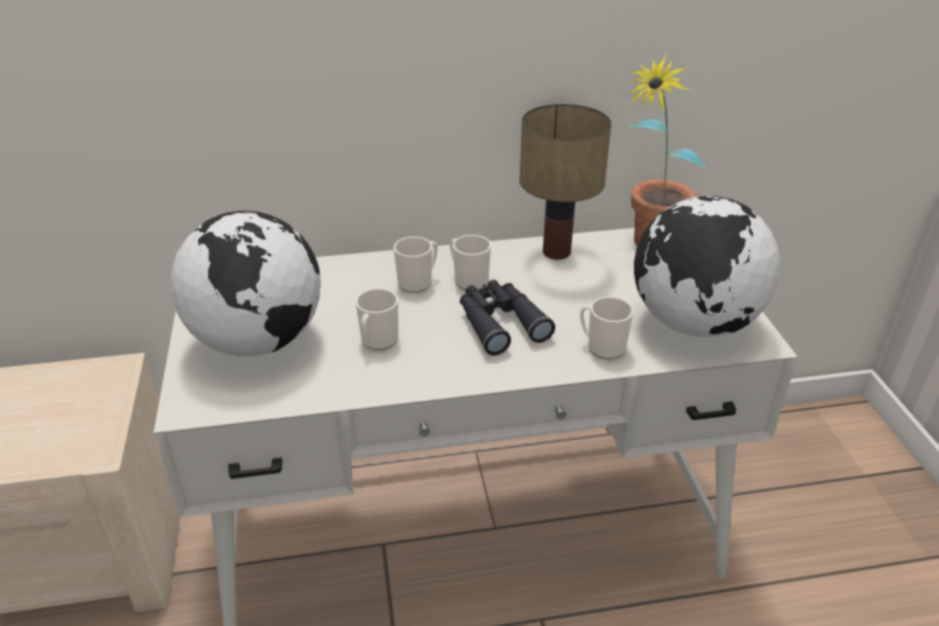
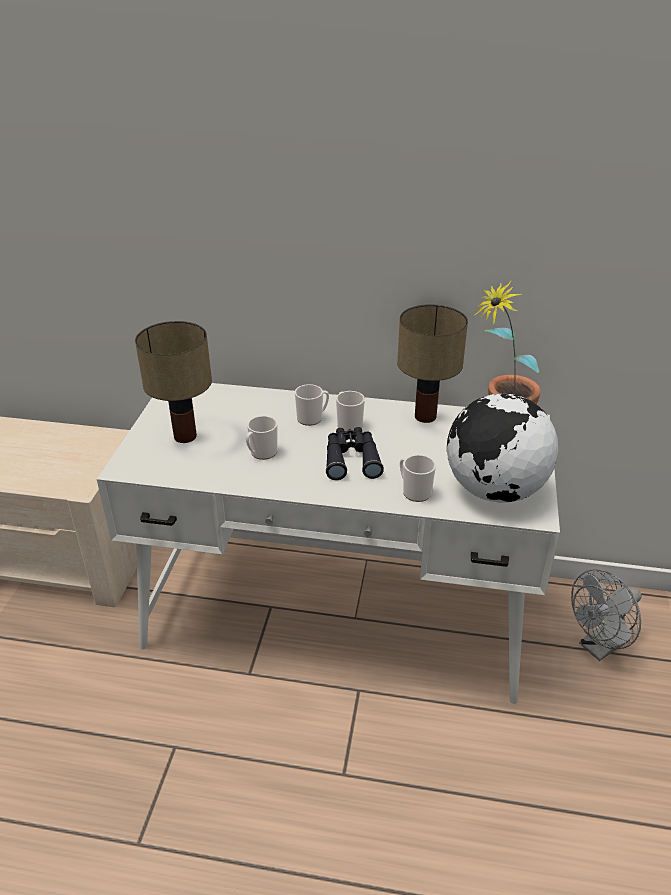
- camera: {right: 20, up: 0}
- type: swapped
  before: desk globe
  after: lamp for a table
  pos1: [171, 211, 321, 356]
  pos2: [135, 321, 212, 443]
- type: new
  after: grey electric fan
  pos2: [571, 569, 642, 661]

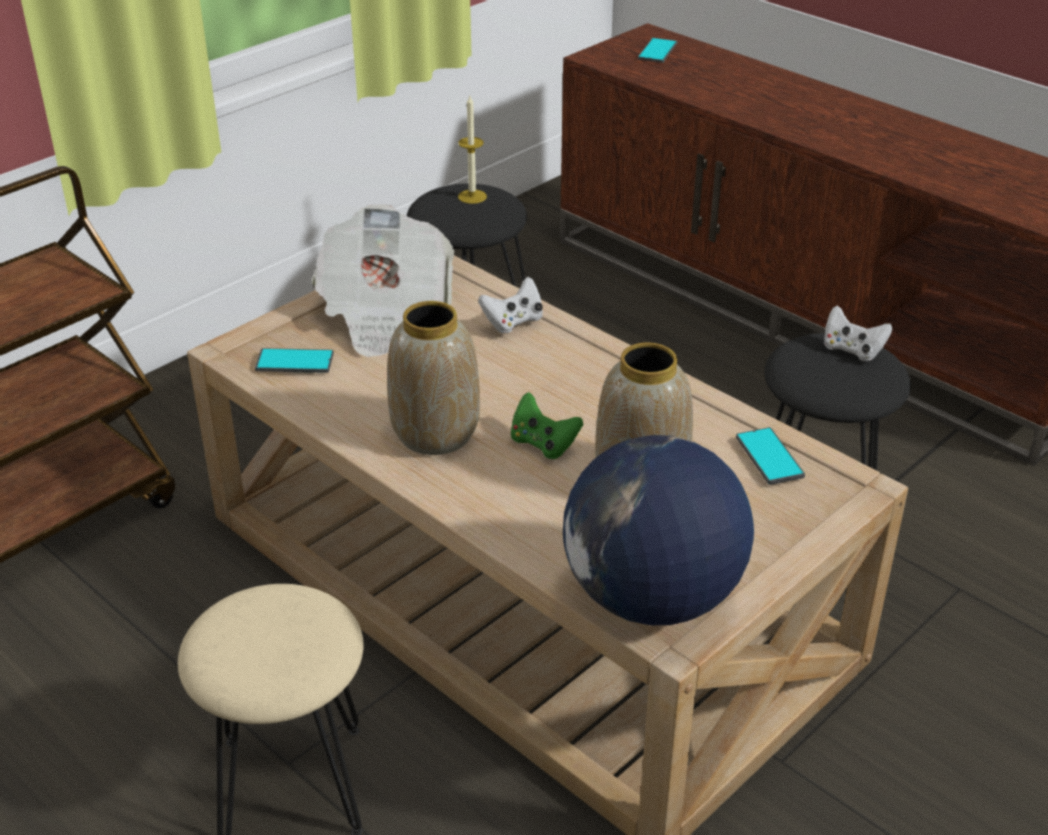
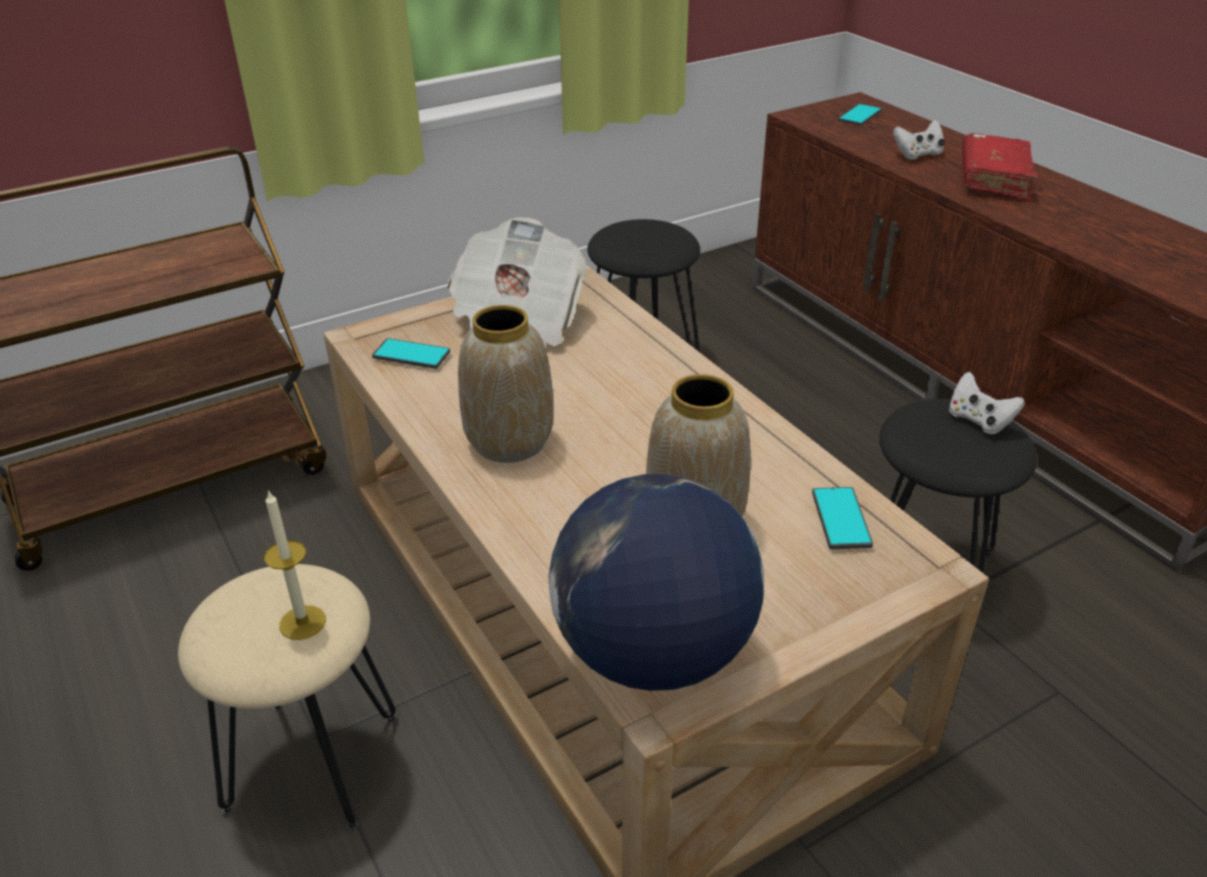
- camera: {right: 15, up: 0}
- type: shifted
  before: wax light
  pos1: [458, 96, 487, 204]
  pos2: [264, 490, 326, 640]
- type: shifted
  before: white game controller
  pos1: [478, 277, 543, 333]
  pos2: [893, 120, 945, 160]
- type: gone
  before: green-coloured game controller
  pos1: [511, 392, 583, 459]
- type: new
  after: red-coloured volume
  pos2: [962, 133, 1037, 200]

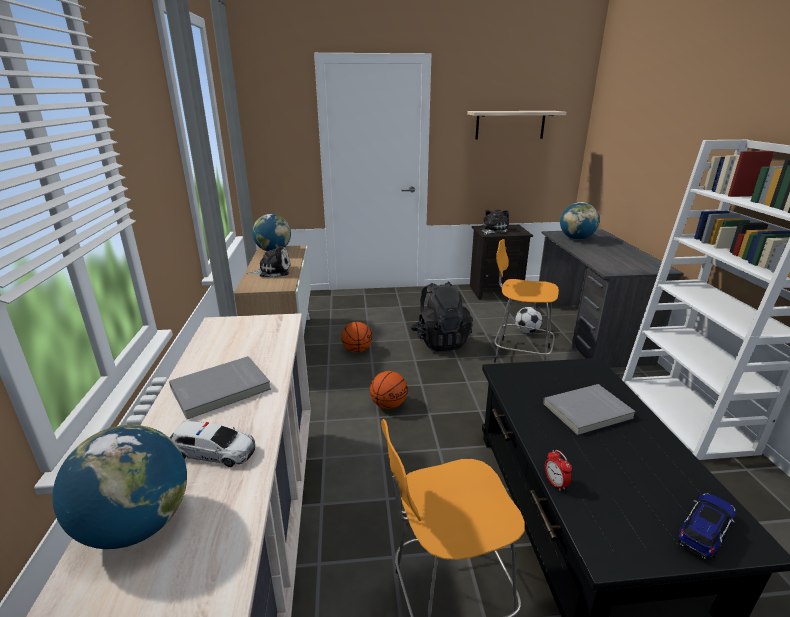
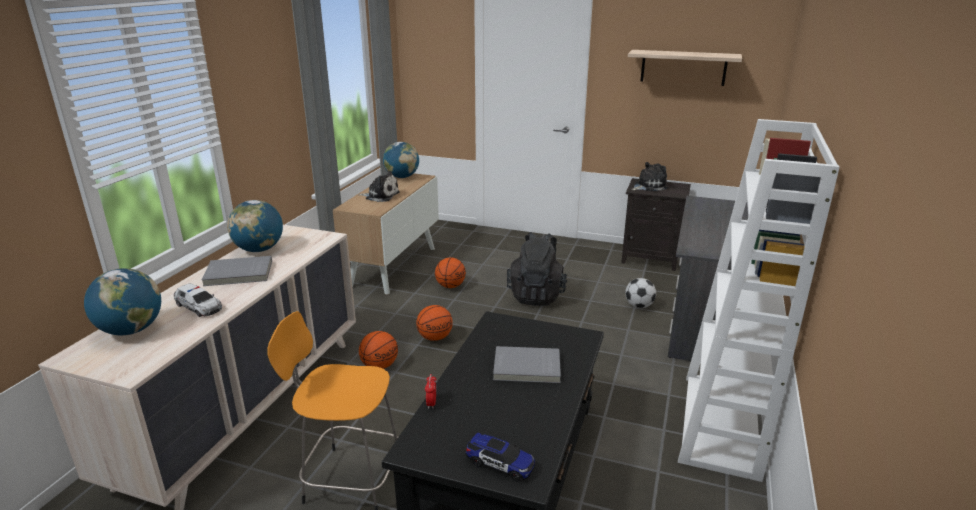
- camera: {right: 25, up: 0}
- type: gone
  before: orange-coloured sitting stool
  pos1: [494, 239, 559, 363]
- type: shifted
  before: desk globe
  pos1: [560, 202, 600, 240]
  pos2: [227, 200, 283, 252]
- type: rotated
  before: model car
  pos1: [678, 493, 736, 559]
  pos2: [466, 433, 535, 482]
  turn: 45
- type: new
  after: basketball ball
  pos2: [359, 331, 398, 369]

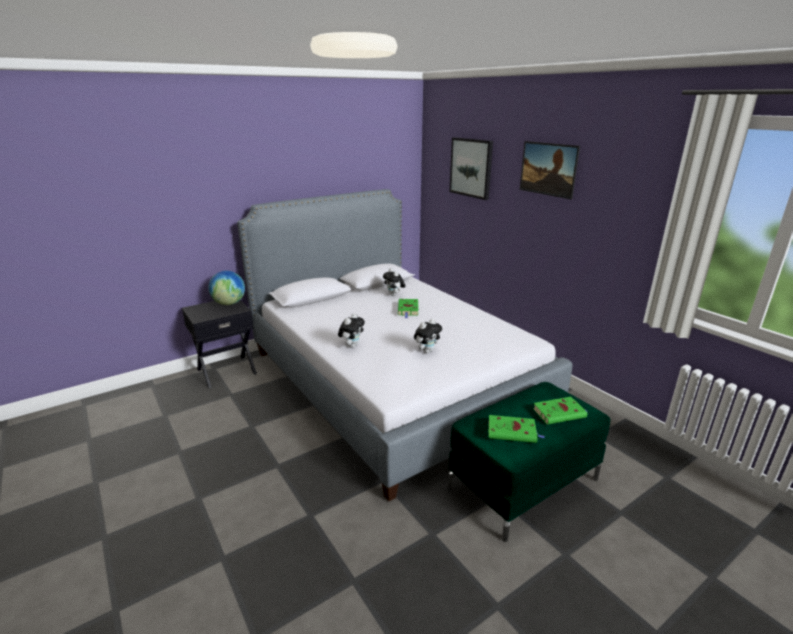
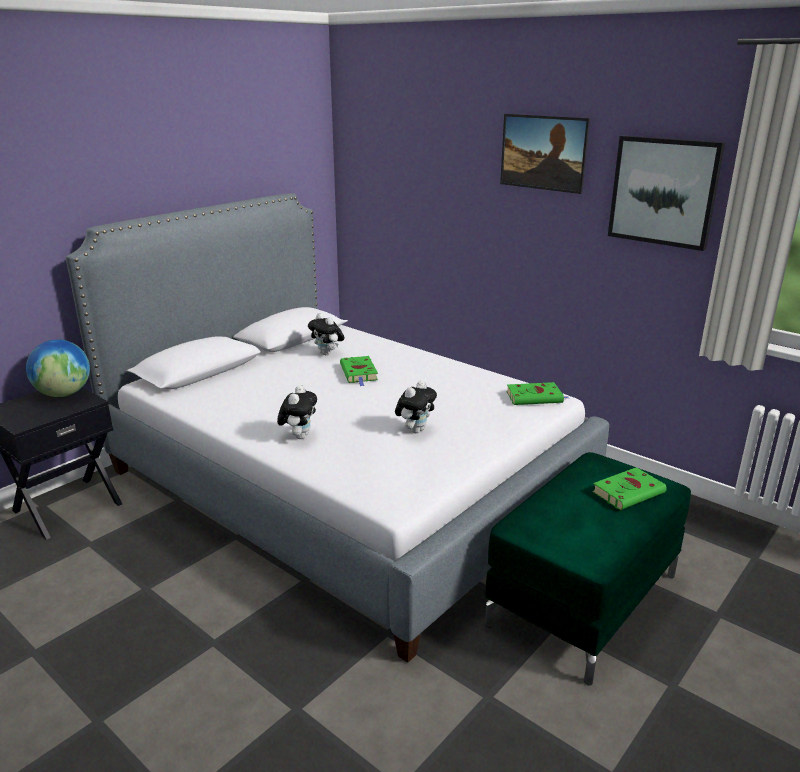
- camera: {right: -15, up: 0}
- type: shifted
  before: wall picture
  pos1: [449, 137, 493, 200]
  pos2: [608, 136, 725, 251]
- type: shifted
  before: green-coloured volume
  pos1: [488, 415, 545, 443]
  pos2: [507, 382, 568, 405]

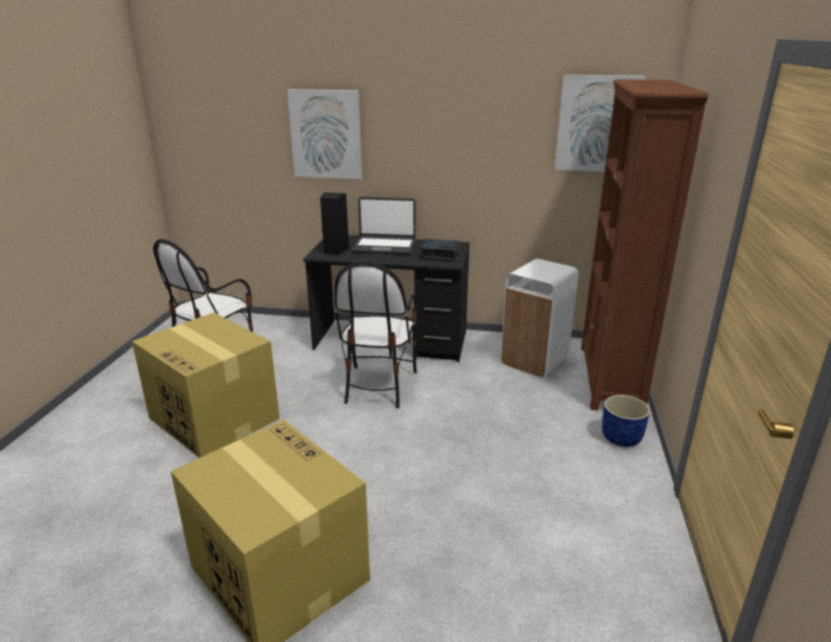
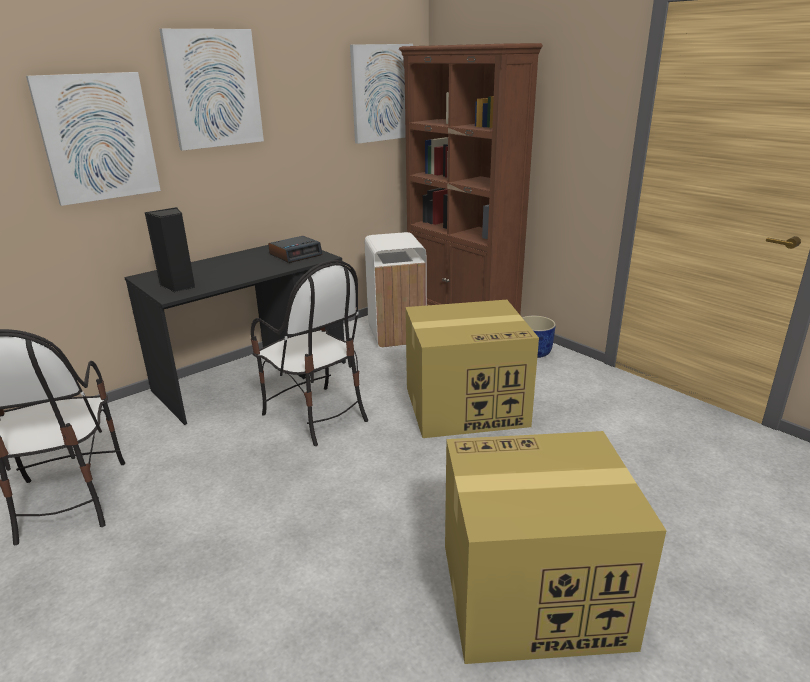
- camera: {right: -50, up: 0}
- type: shifted
  before: packing box
  pos1: [132, 313, 280, 458]
  pos2: [405, 300, 539, 438]
- type: gone
  before: portable computer
  pos1: [352, 197, 416, 255]
- type: new
  after: wall picture
  pos2: [160, 29, 264, 151]

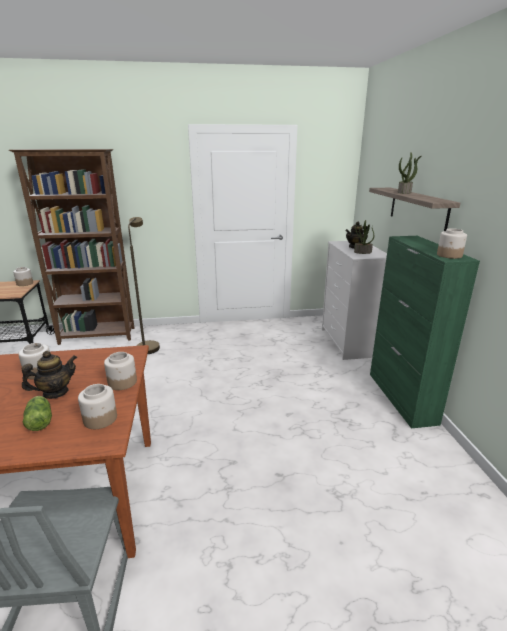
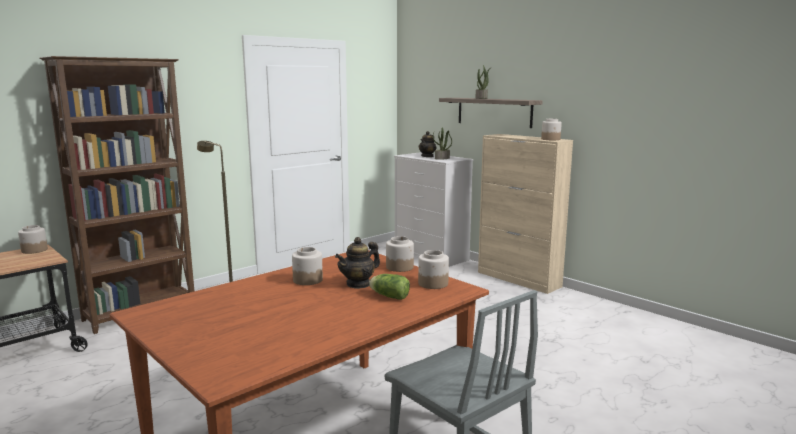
- camera: {right: -35, up: -10}
- type: rotated
  before: teapot
  pos1: [22, 351, 77, 399]
  pos2: [335, 237, 380, 289]
  turn: -150
- type: repainted
  before: green-coloured cabinet
  after: sand-coloured cabinet
  pos1: [370, 236, 480, 429]
  pos2: [478, 134, 573, 294]

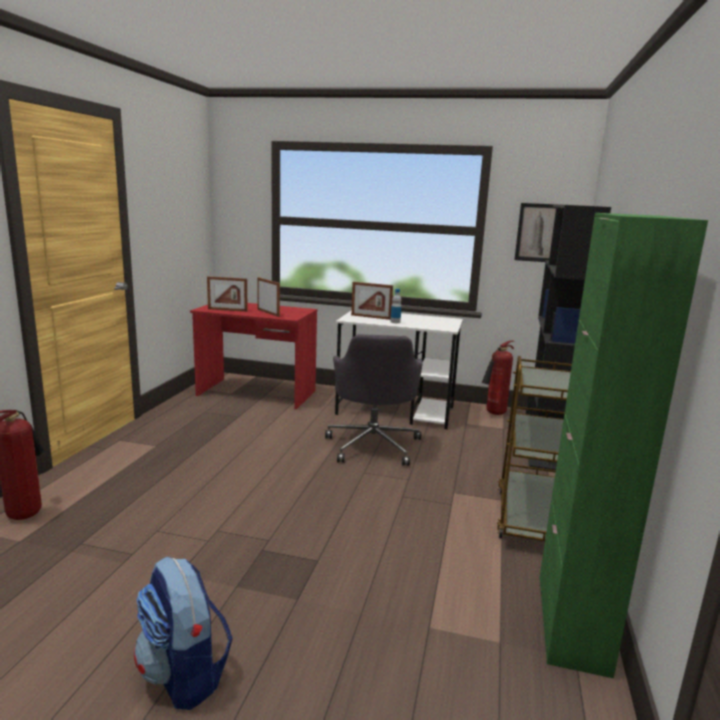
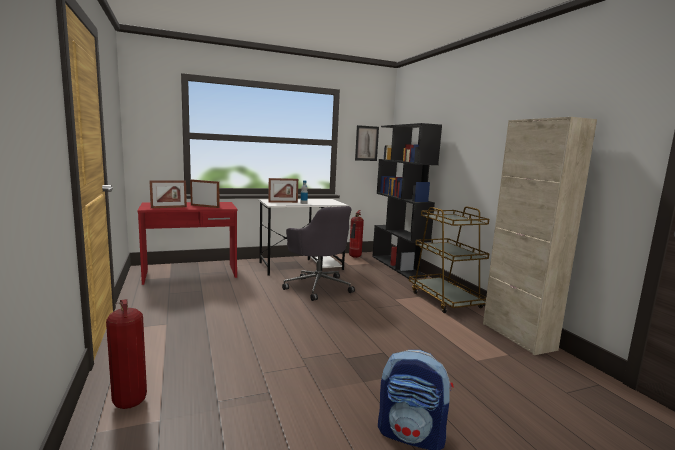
- camera: {right: -35, up: -5}
- type: repainted
  before: green-coloured cabinet
  after: sand-coloured cabinet
  pos1: [539, 213, 708, 678]
  pos2: [483, 117, 597, 355]

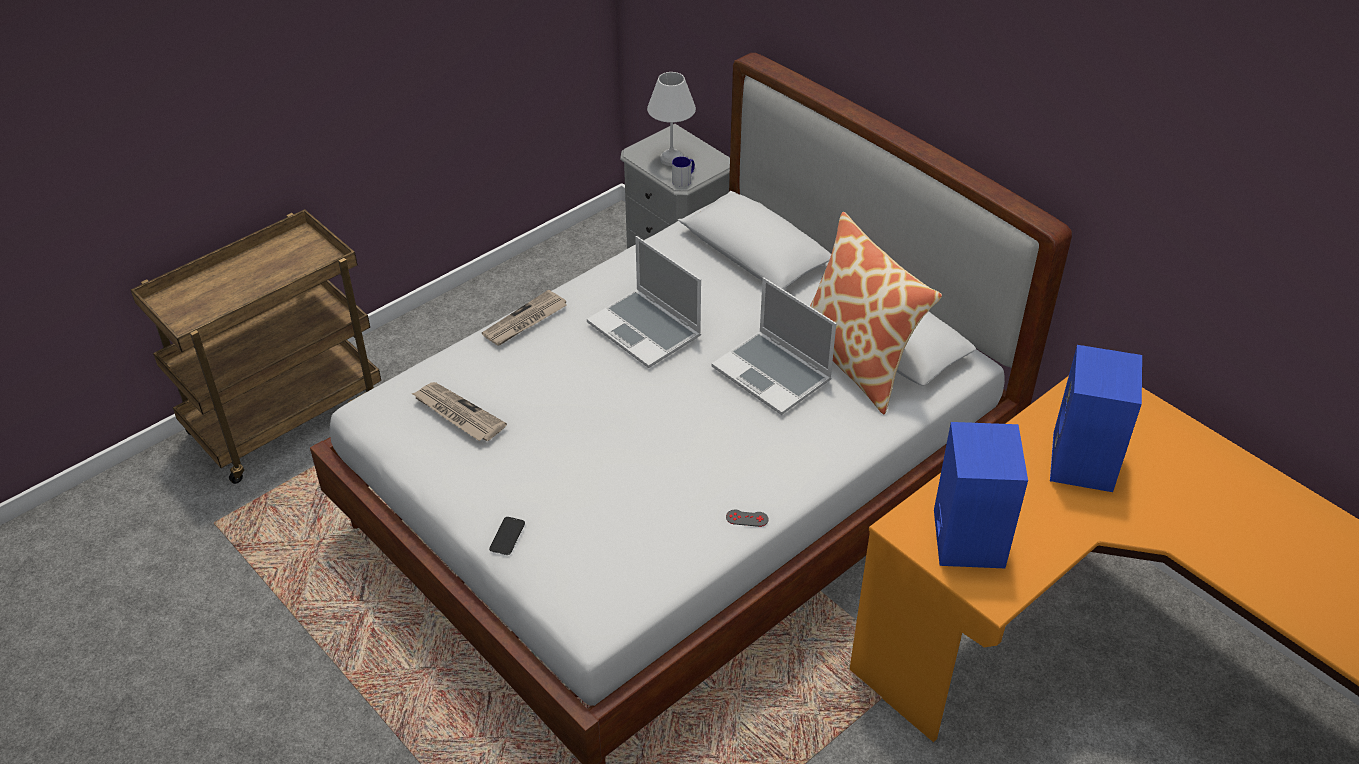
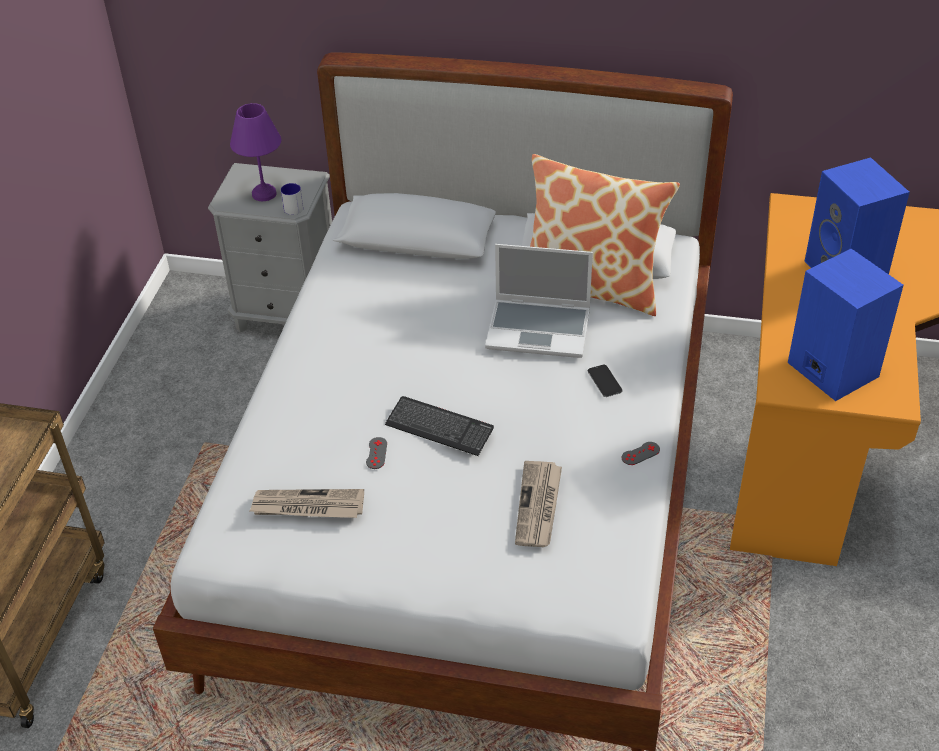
- camera: {right: -35, up: 0}
- type: shifted
  before: newspaper
  pos1: [482, 290, 567, 346]
  pos2: [515, 461, 562, 547]
- type: shifted
  before: phone
  pos1: [489, 517, 525, 555]
  pos2: [588, 365, 623, 397]
- type: gone
  before: portable computer
  pos1: [587, 236, 701, 368]
- type: repainted
  before: white lamp for a table
  after: purple-coloured lamp for a table
  pos1: [647, 72, 696, 166]
  pos2: [230, 103, 281, 201]
- type: new
  after: grey game controller
  pos2: [366, 437, 387, 469]
- type: new
  after: PC keyboard
  pos2: [385, 396, 494, 456]

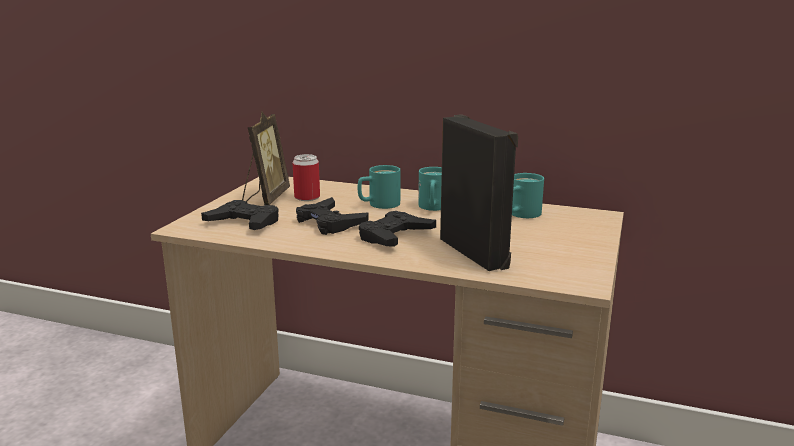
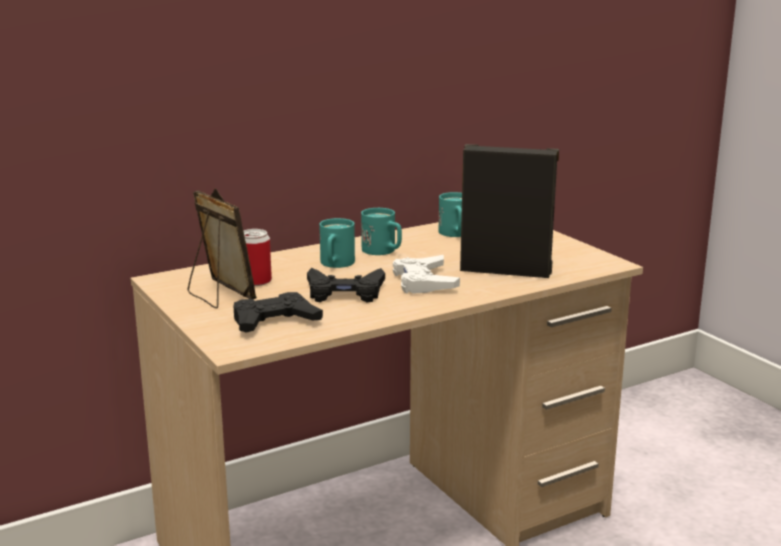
- camera: {right: -50, up: 0}
- type: repainted
  before: black game controller
  after: white game controller
  pos1: [359, 211, 436, 247]
  pos2: [393, 255, 460, 294]

